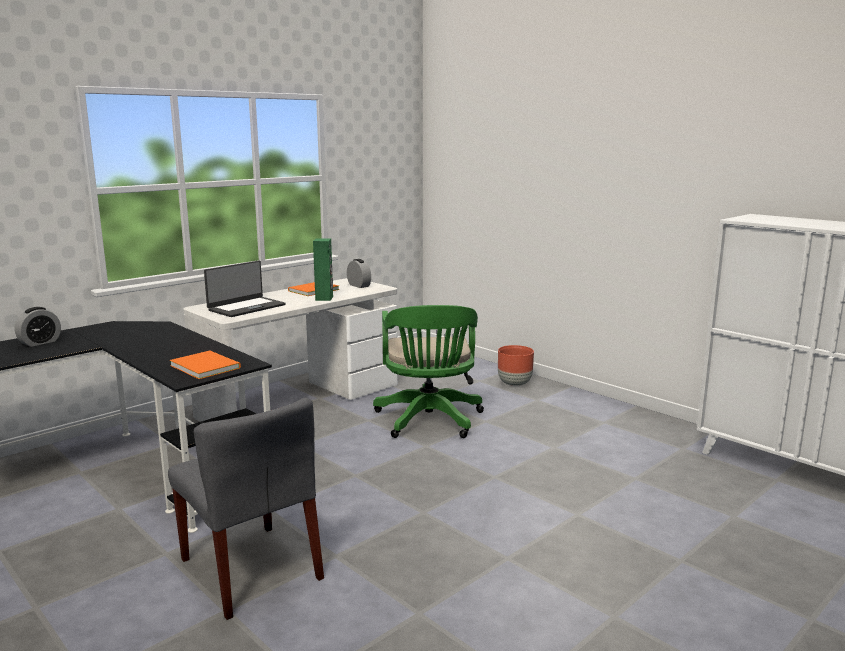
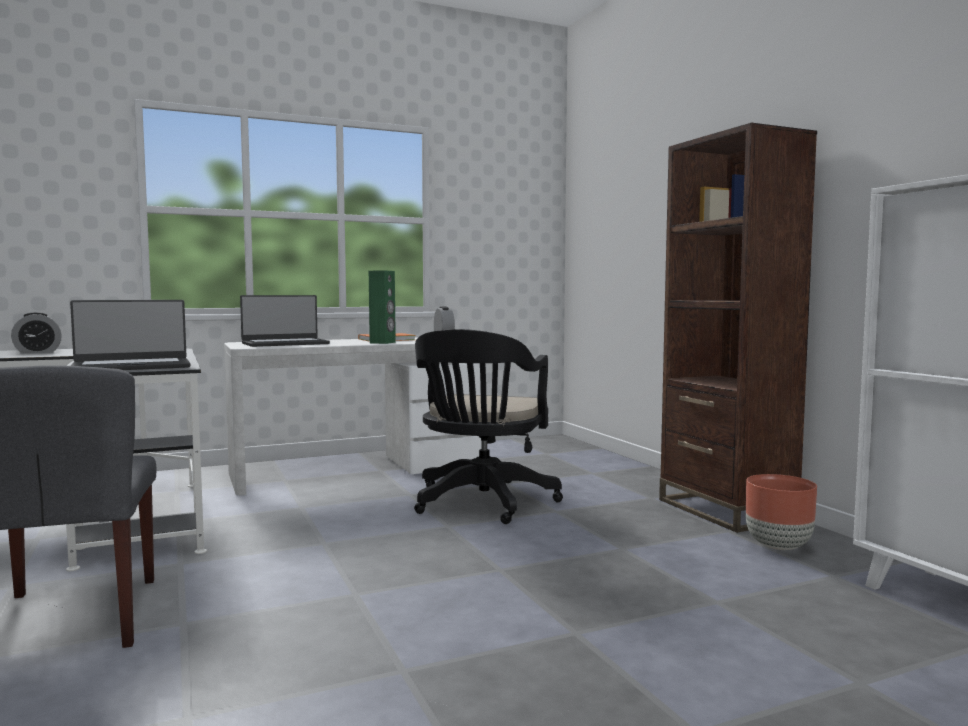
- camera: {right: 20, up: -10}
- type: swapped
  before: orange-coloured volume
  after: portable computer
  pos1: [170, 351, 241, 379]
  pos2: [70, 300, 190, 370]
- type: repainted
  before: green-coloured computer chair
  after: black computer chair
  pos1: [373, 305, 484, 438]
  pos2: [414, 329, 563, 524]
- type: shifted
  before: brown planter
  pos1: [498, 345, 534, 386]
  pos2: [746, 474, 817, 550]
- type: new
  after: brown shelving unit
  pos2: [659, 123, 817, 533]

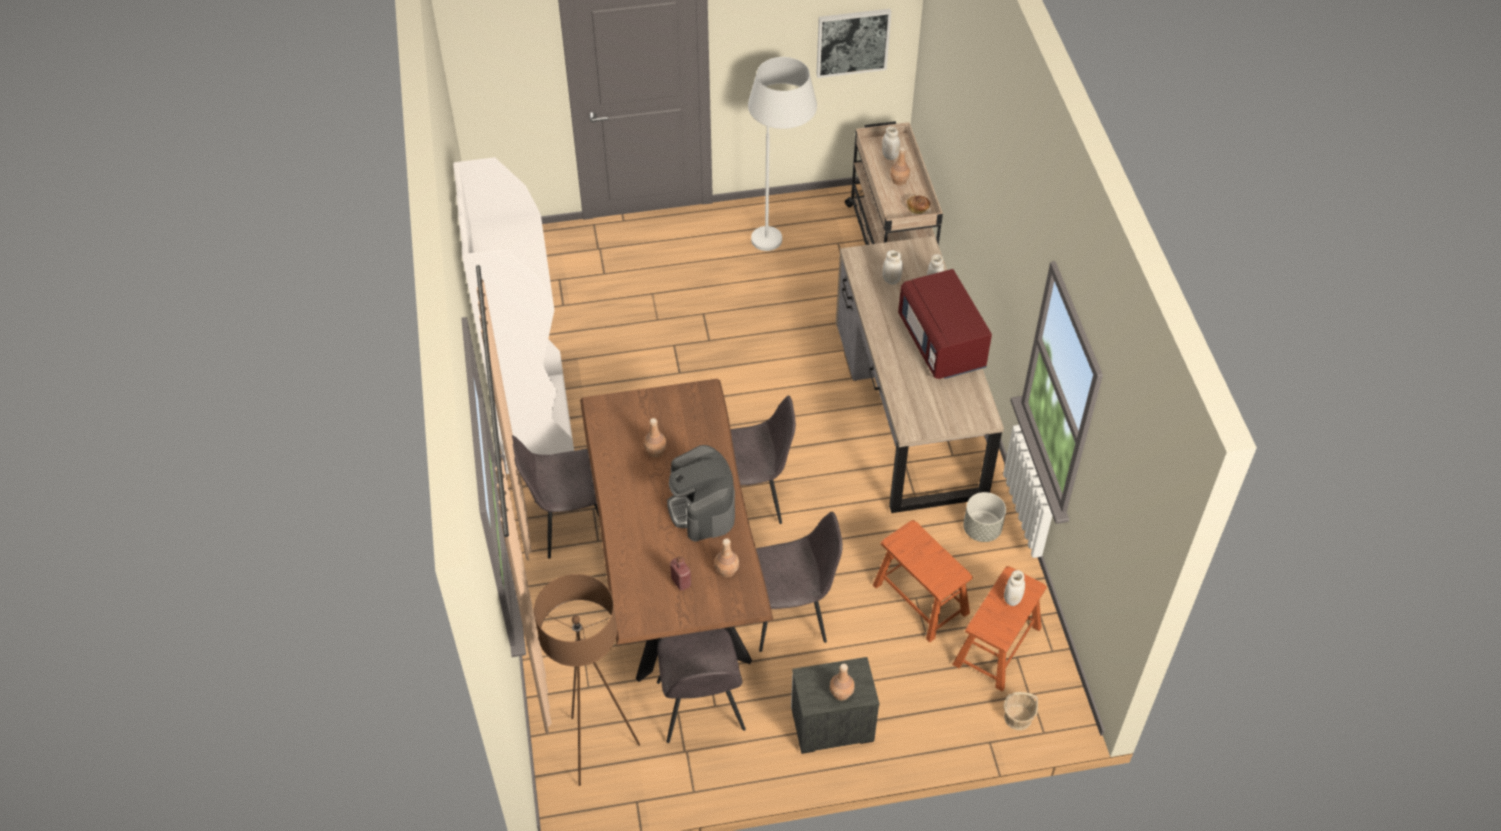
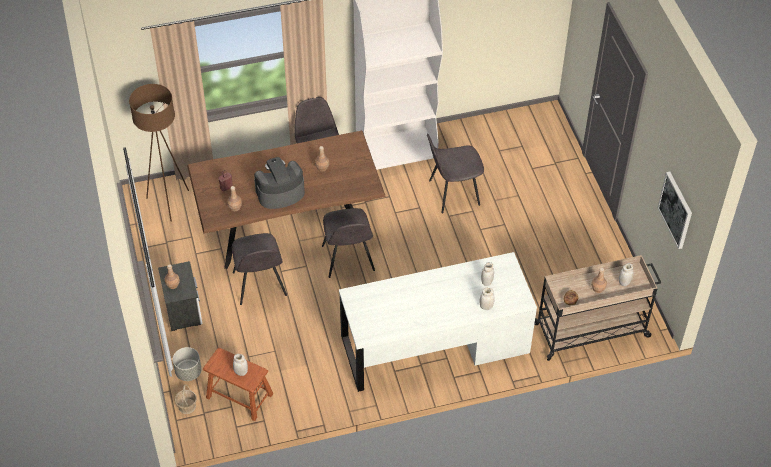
- camera: {right: 85, up: 0}
- type: shifted
  before: grey chair
  pos1: [657, 628, 746, 743]
  pos2: [427, 134, 484, 213]
- type: gone
  before: white standing lamp
  pos1: [748, 57, 817, 251]
- type: repainted
  before: brown desk
  after: white desk
  pos1: [836, 236, 1004, 513]
  pos2: [339, 252, 537, 392]
- type: gone
  before: brown sitting stool
  pos1: [873, 520, 973, 642]
- type: gone
  before: red-coloured microwave oven
  pos1: [898, 269, 992, 379]
- type: shifted
  before: grey planter
  pos1: [963, 492, 1006, 542]
  pos2: [173, 347, 202, 381]

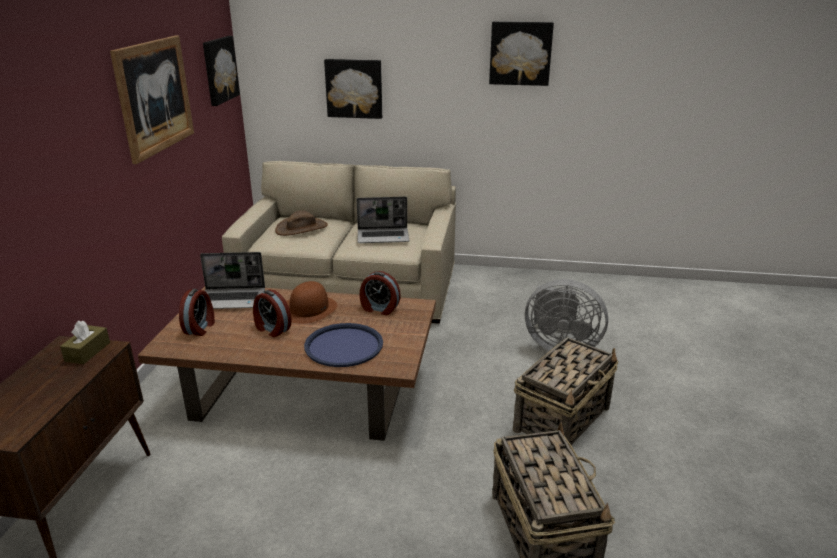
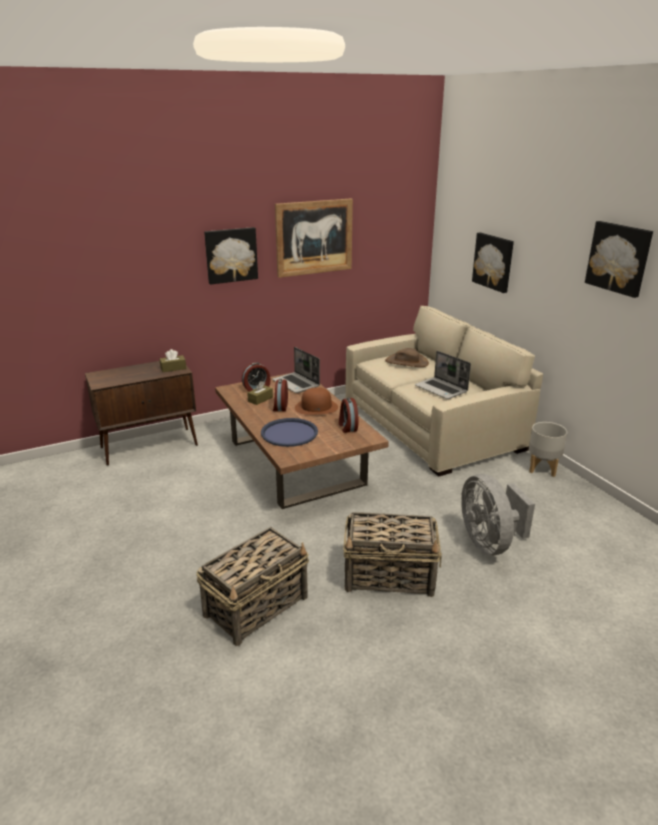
- camera: {right: 55, up: 0}
- type: shifted
  before: wall picture
  pos1: [203, 36, 240, 106]
  pos2: [204, 227, 258, 285]
- type: new
  after: brown tissue box
  pos2: [247, 381, 273, 405]
- type: new
  after: grey planter
  pos2: [529, 422, 567, 477]

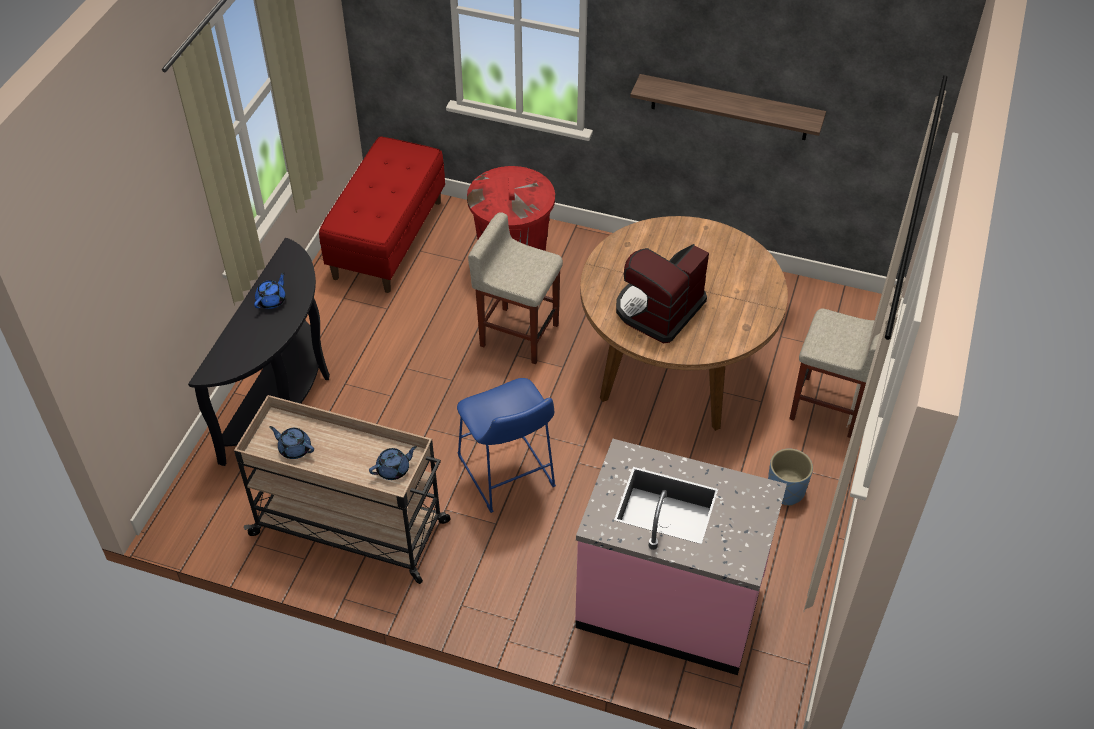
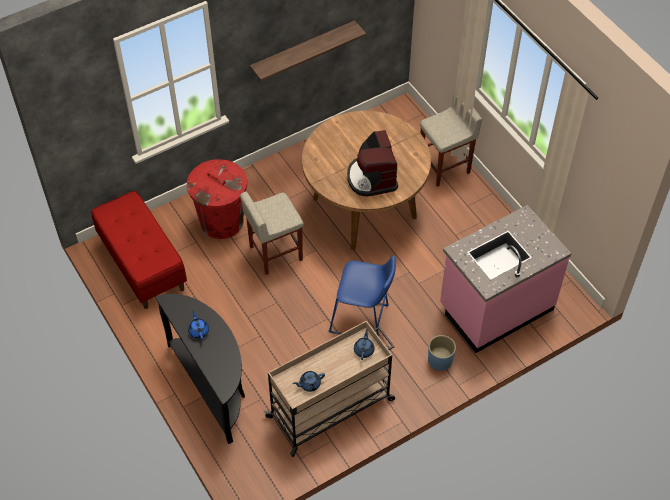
- camera: {right: -50, up: 5}
- type: shifted
  before: blue-coloured planter
  pos1: [768, 449, 813, 506]
  pos2: [428, 335, 456, 371]

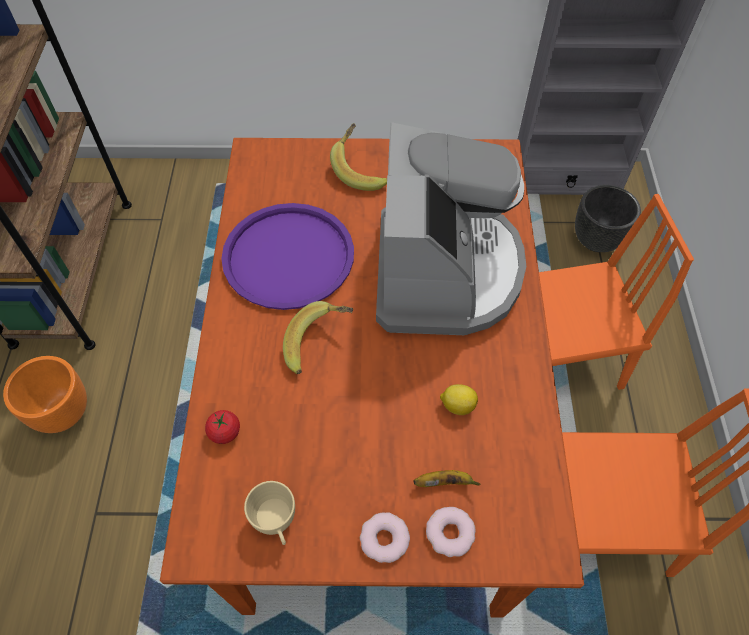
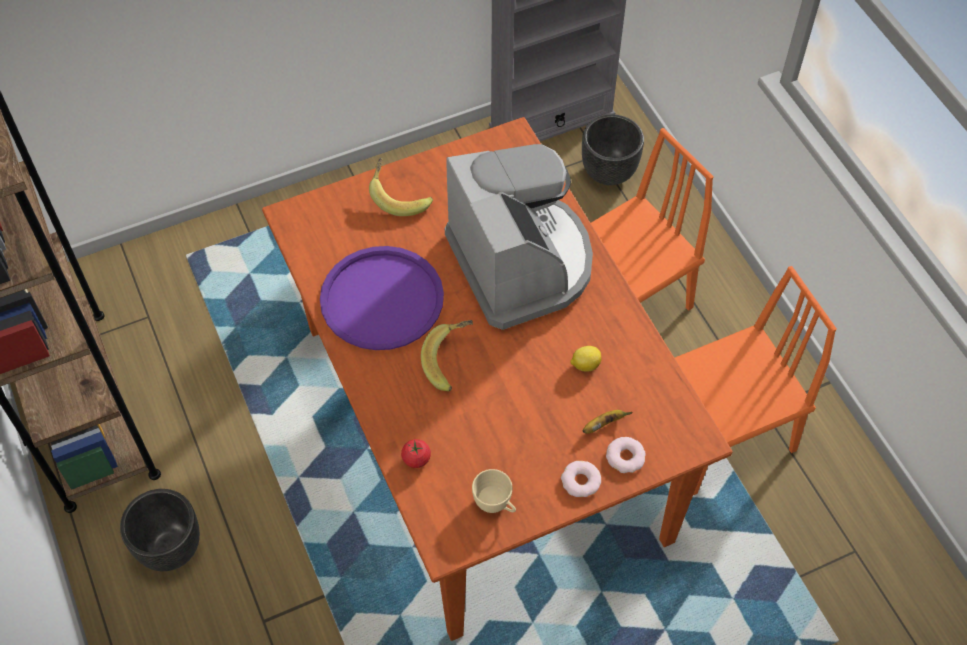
- camera: {right: -25, up: 0}
- type: repainted
  before: orange-coloured planter
  after: black planter
  pos1: [3, 356, 87, 433]
  pos2: [120, 489, 200, 571]

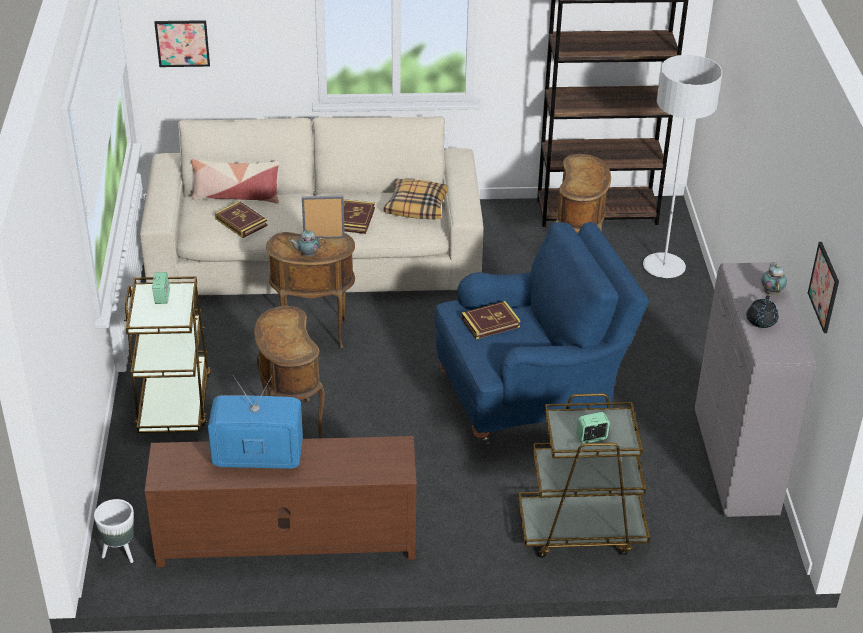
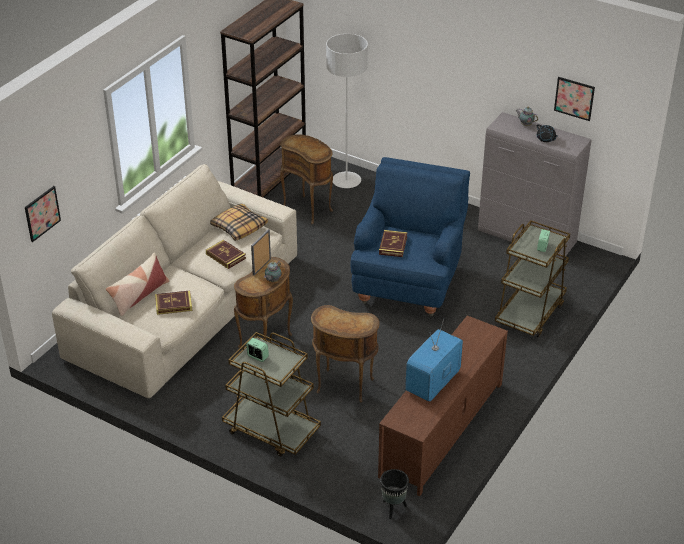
- camera: {right: -55, up: 0}
- type: repainted
  before: white planter
  after: black planter
  pos1: [94, 499, 134, 563]
  pos2: [380, 469, 409, 519]

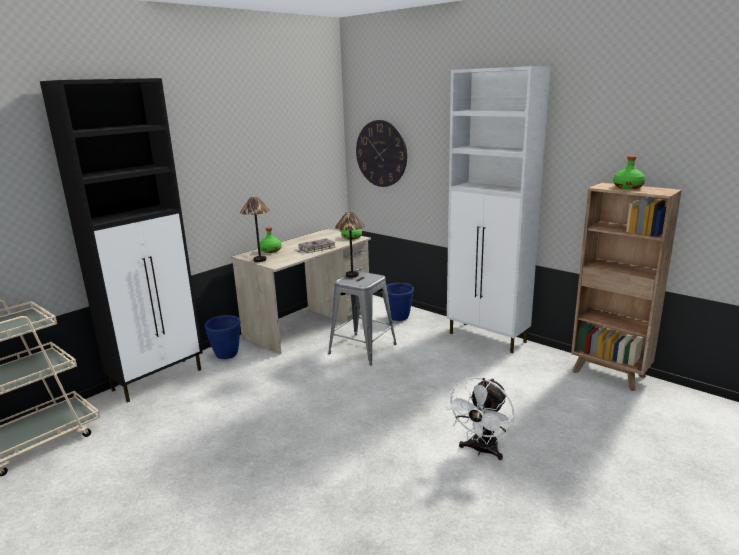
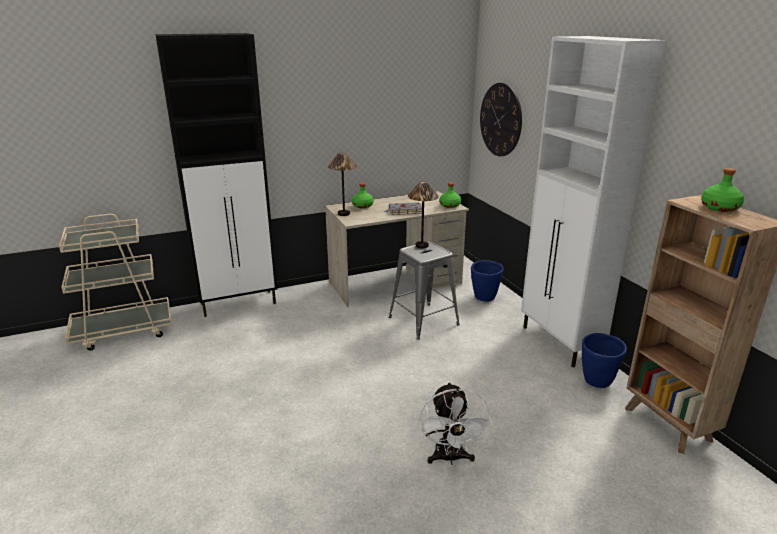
- camera: {right: 25, up: 5}
- type: shifted
  before: blue-coloured planter
  pos1: [205, 315, 240, 359]
  pos2: [582, 333, 627, 388]
- type: rotated
  before: white electric fan
  pos1: [445, 377, 514, 460]
  pos2: [419, 382, 492, 465]
  turn: -60

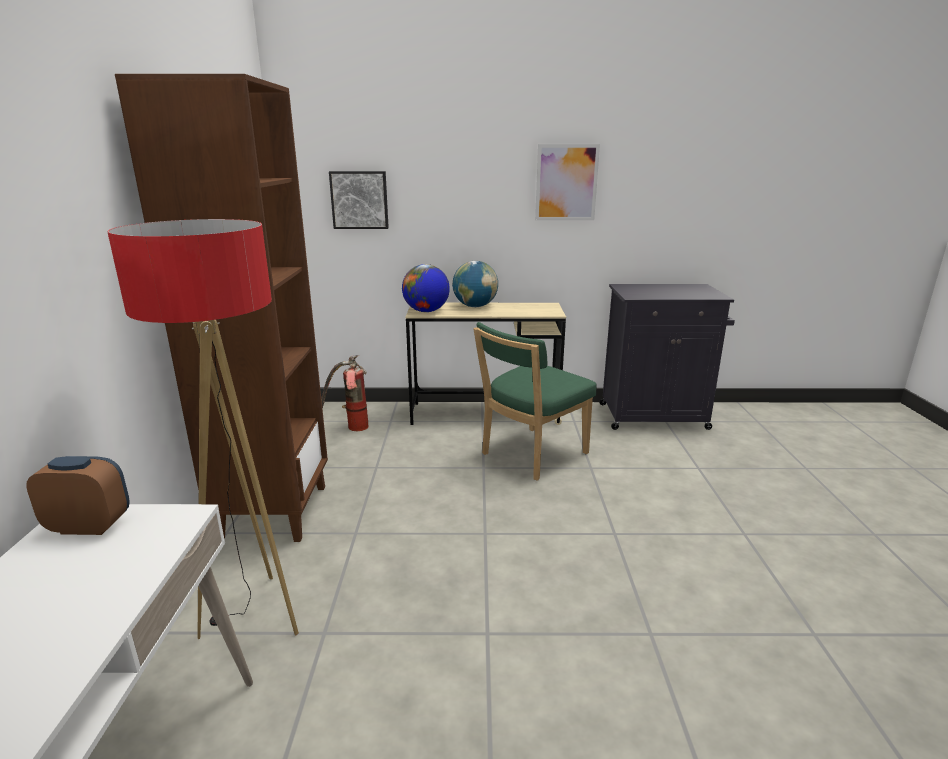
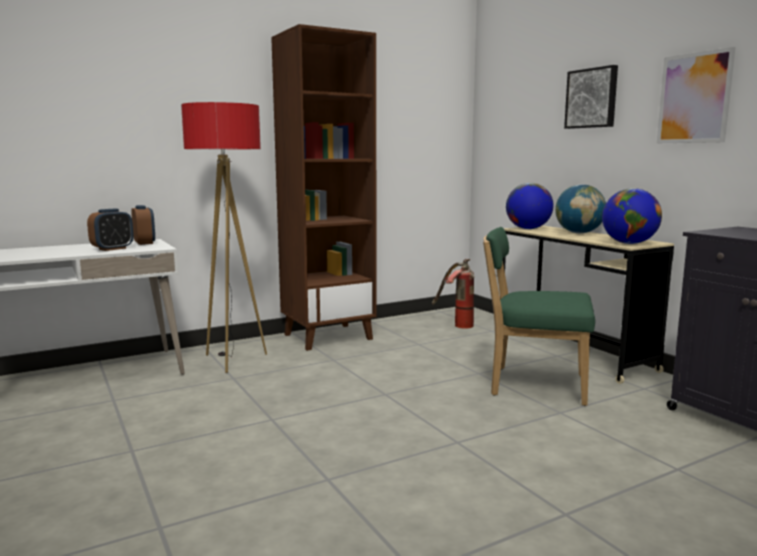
- camera: {right: 60, up: -10}
- type: shifted
  before: wall picture
  pos1: [329, 171, 389, 229]
  pos2: [564, 65, 618, 129]
- type: new
  after: alarm clock
  pos2: [87, 209, 134, 251]
- type: new
  after: desk globe
  pos2: [602, 188, 662, 244]

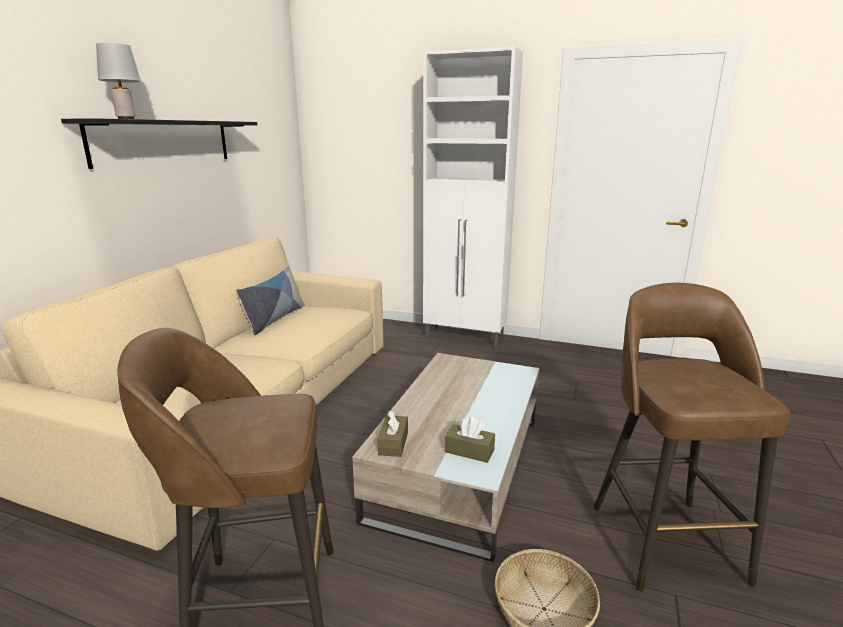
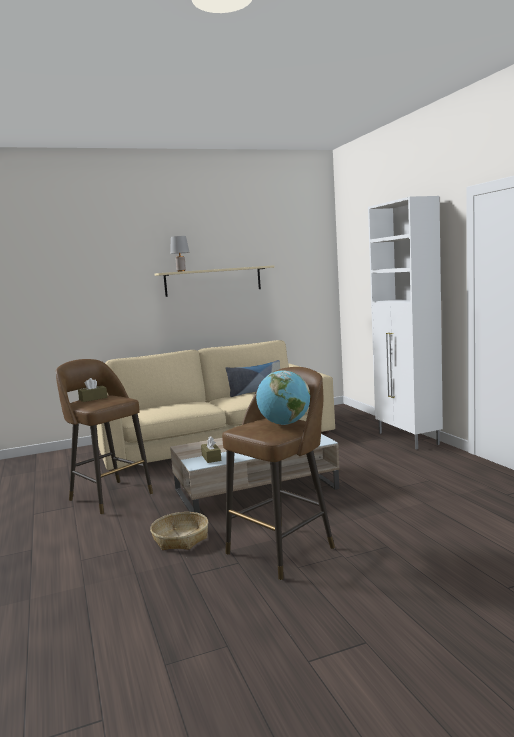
- camera: {right: 50, up: -10}
- type: repainted
  before: black wall shelf
  after: sand-coloured wall shelf
  pos1: [61, 118, 257, 169]
  pos2: [155, 265, 274, 297]
- type: shifted
  before: brown tissue box
  pos1: [377, 410, 408, 457]
  pos2: [78, 378, 107, 402]
- type: new
  after: desk globe
  pos2: [256, 370, 310, 425]

